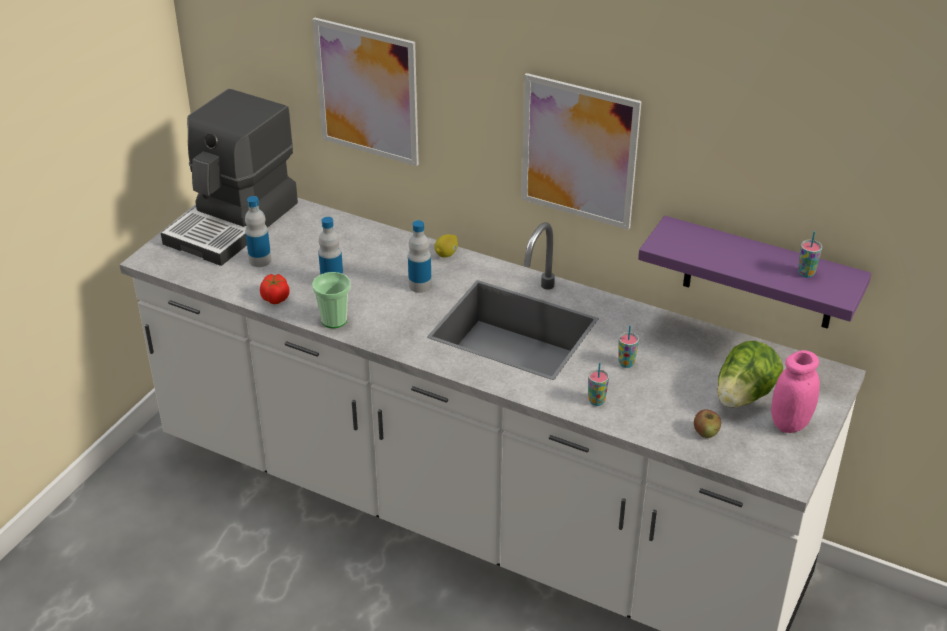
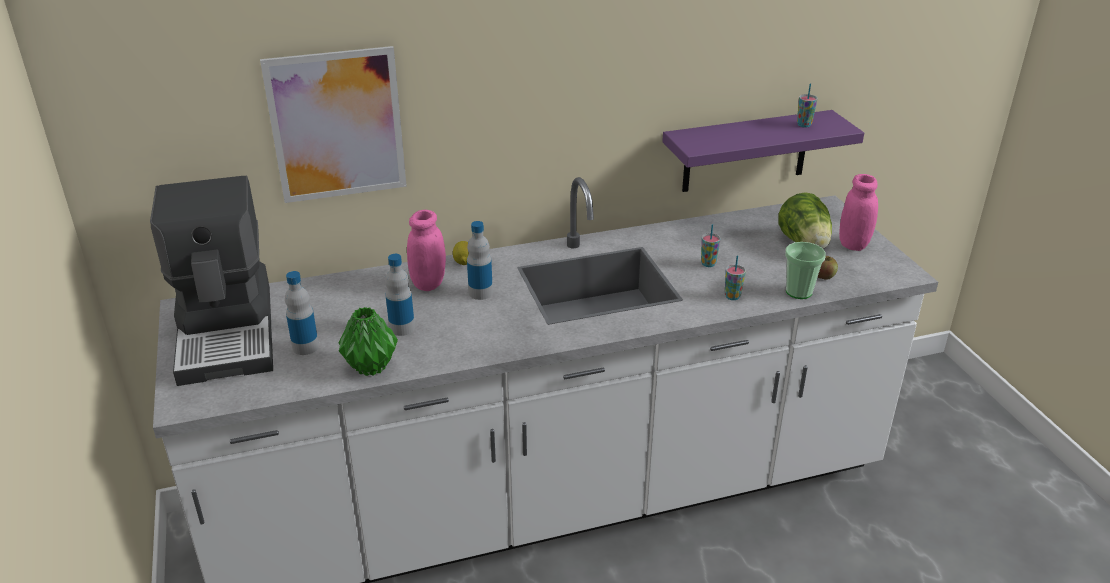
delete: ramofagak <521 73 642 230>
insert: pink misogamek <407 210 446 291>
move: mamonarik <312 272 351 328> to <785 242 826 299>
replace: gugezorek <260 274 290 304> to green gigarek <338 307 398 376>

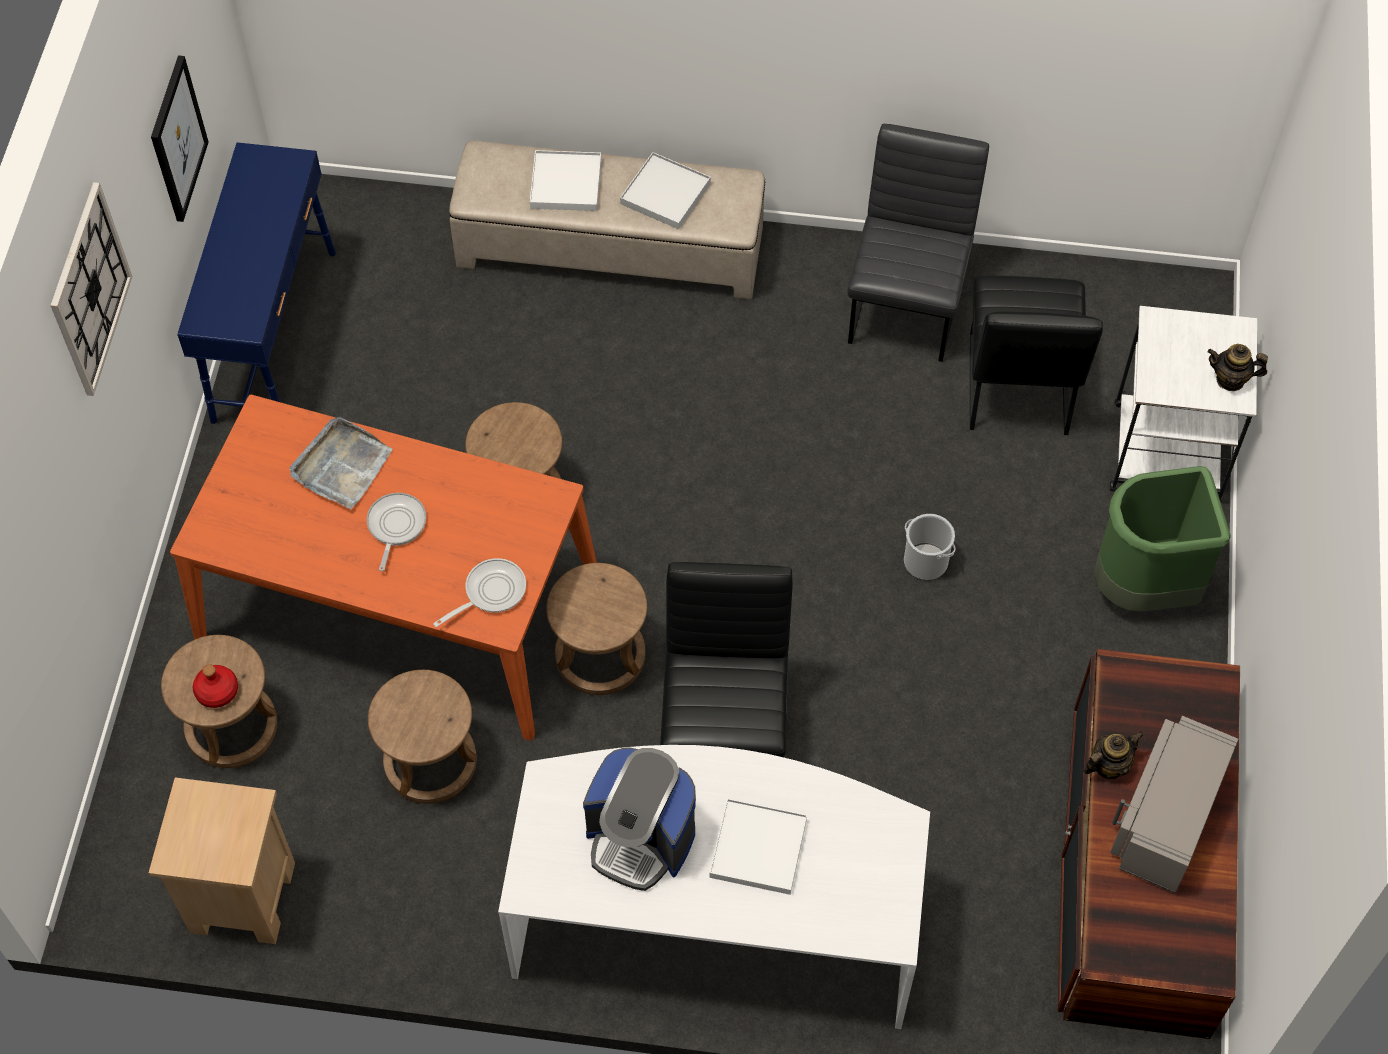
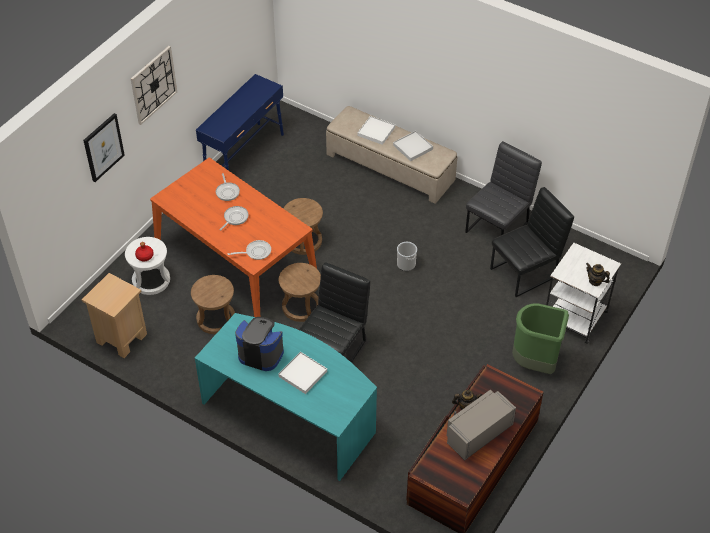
move: ramofagak <151 55 209 222> to <83 113 125 182>; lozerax <904 514 955 580> to <397 242 417 271>
replace: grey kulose <290 417 392 509> to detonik <216 173 240 201>
recolor: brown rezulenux <161 635 277 768> to white rezulenux <125 237 170 295>; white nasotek <498 745 930 1029> to turquoise nasotek <195 313 377 481>
rotate: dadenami <583 747 696 891> = <235 317 284 371> 150 degrees clockwise; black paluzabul <970 275 1103 435> = <490 187 574 297> 150 degrees counterclockwise

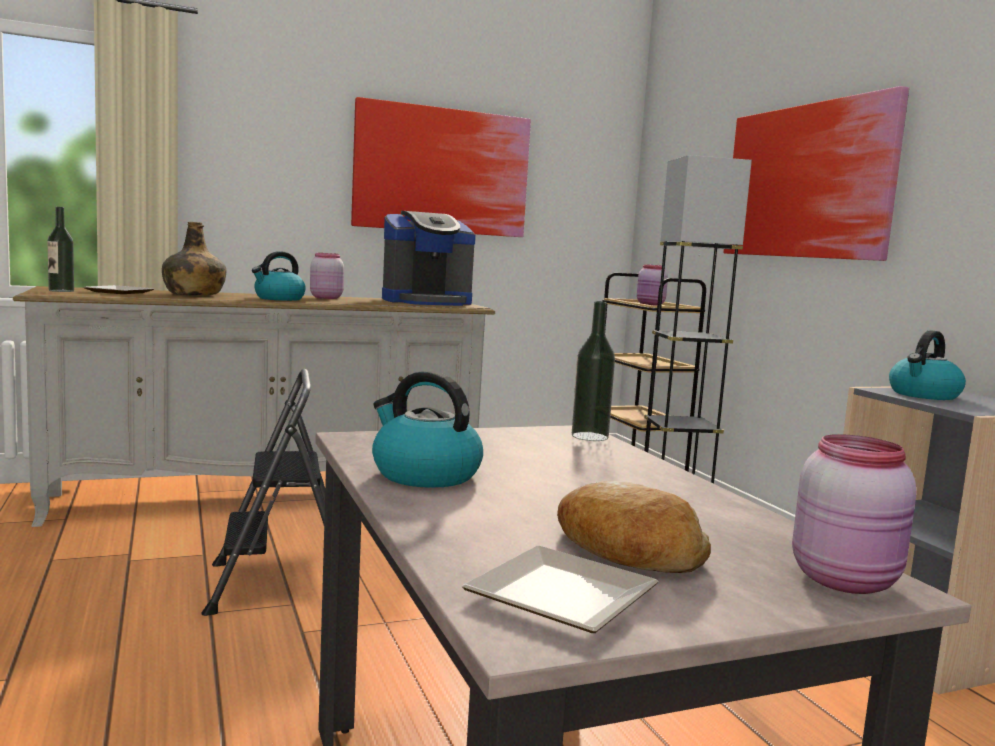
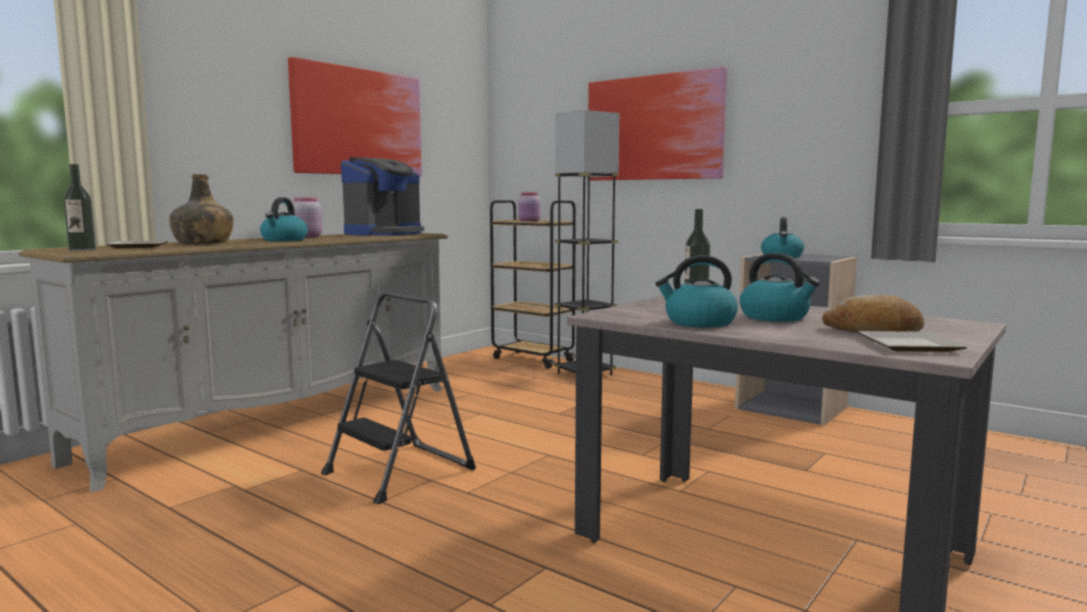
delete: pink misogamek <792 434 916 594>
insert: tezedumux <739 253 820 322>

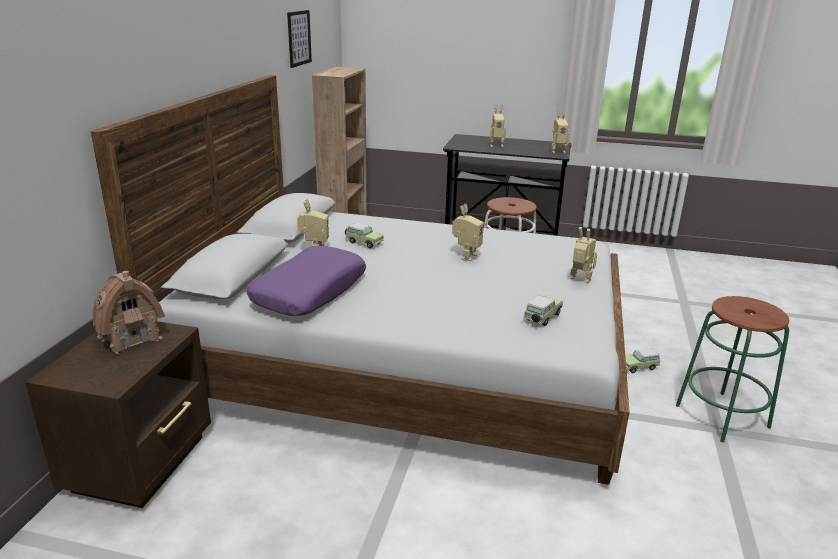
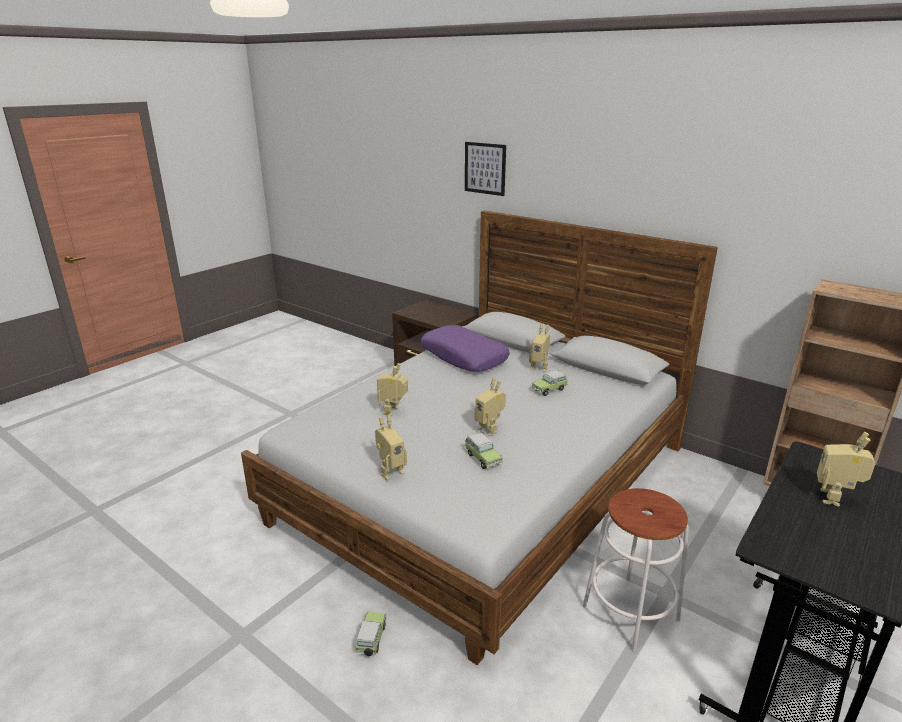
delete: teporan <93 271 165 354>; green rezulenux <676 296 789 442>
move: ramofagak <287 10 312 68> to <465 142 506 196>; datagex <523 295 563 326> to <465 433 502 469>; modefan <551 110 570 153> to <377 363 408 416>

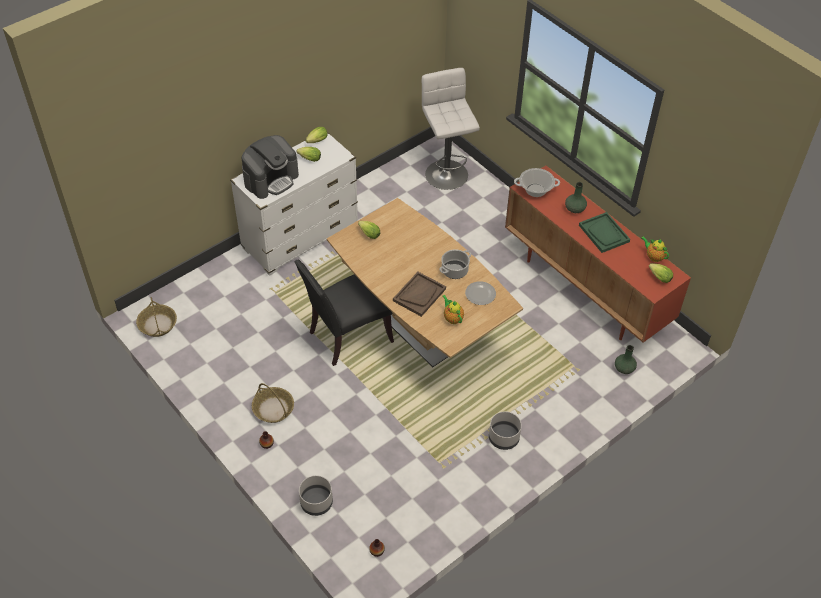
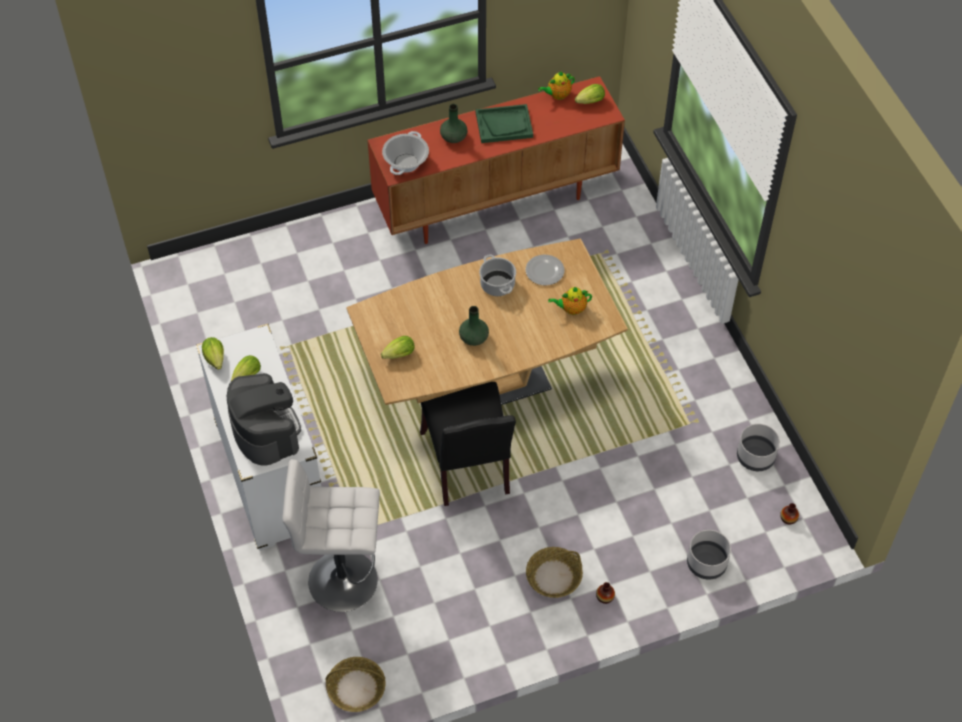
delete: brown kulose <393 272 446 317>
move: white rezulenux <422 68 480 190> to <282 459 380 612>; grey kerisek <489 411 522 450> to <737 424 780 471>; green gigarek <615 345 637 374> to <459 306 489 346>

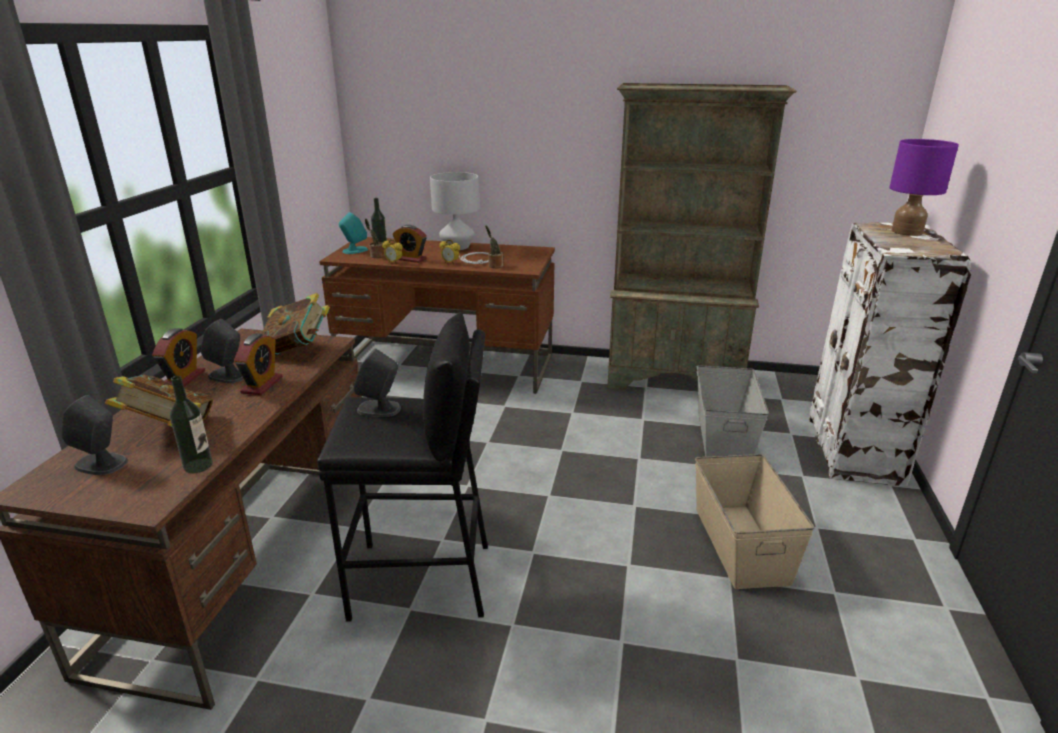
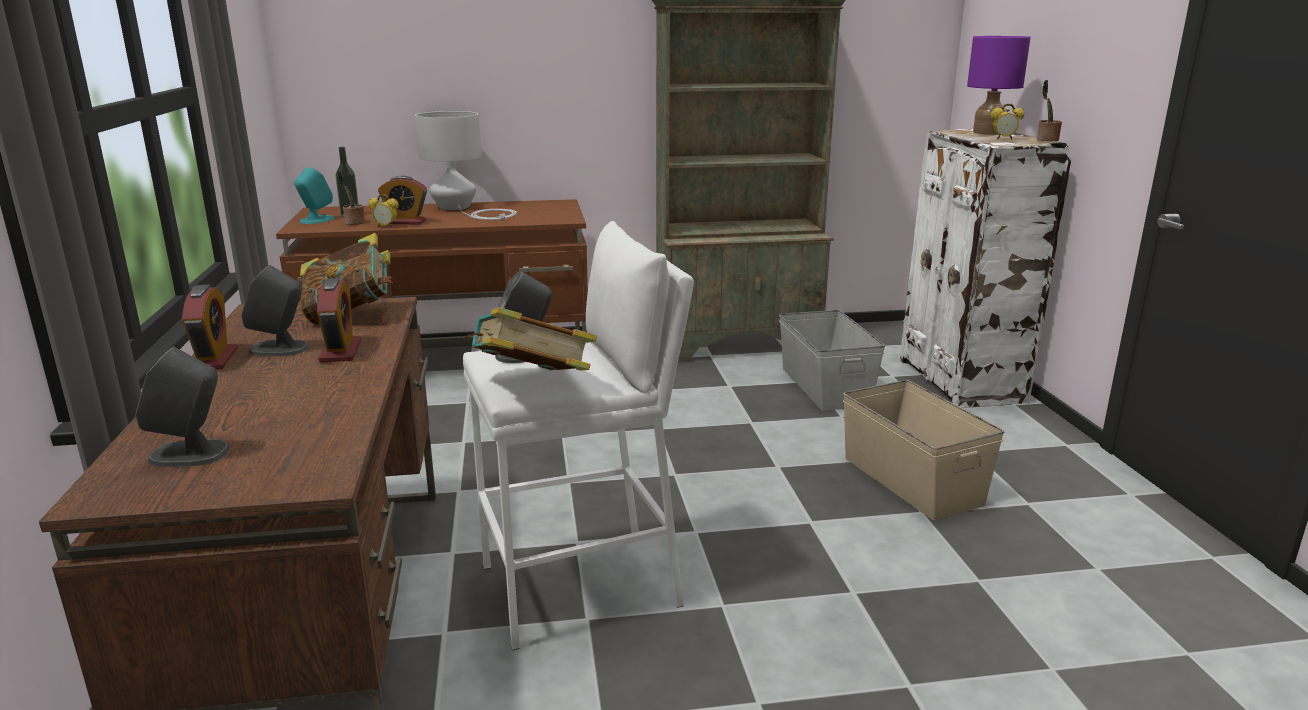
delete: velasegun <170 376 213 473>
move: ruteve <105 375 213 427> to <464 307 597 371>; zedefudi <439 239 460 264> to <990 104 1024 139>; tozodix <485 225 503 268> to <1037 80 1062 141>
recolor: black rezulenux <317 312 488 622> to white rezulenux <463 221 694 650>

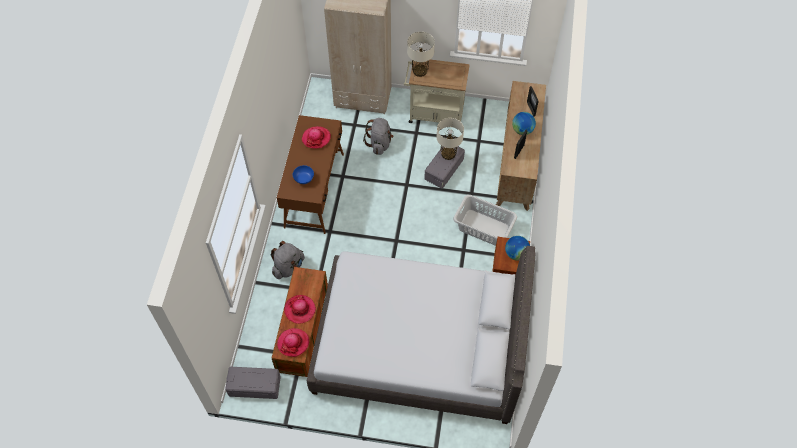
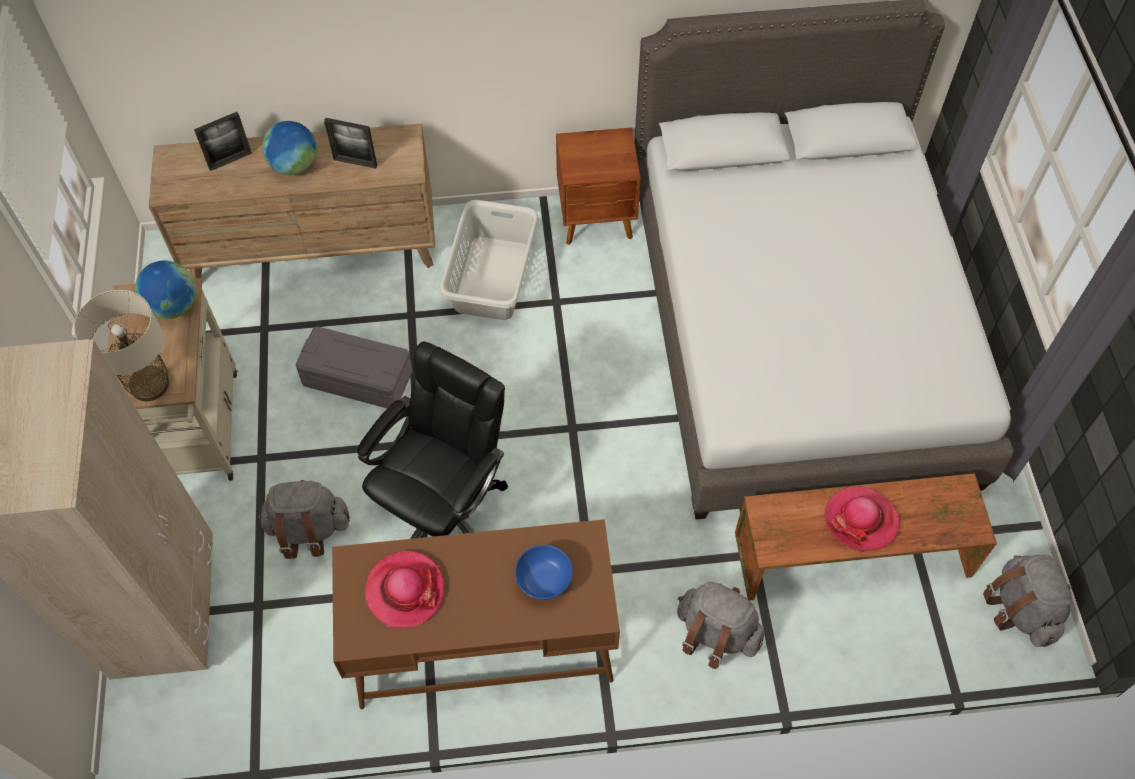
delete: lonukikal <277 328 309 357>; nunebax <437 118 464 160>
insert: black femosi <357 341 508 539>
move: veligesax <505 236 530 261> to <135 260 196 319>
replace: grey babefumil <225 367 281 399> to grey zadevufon <983 555 1072 647>

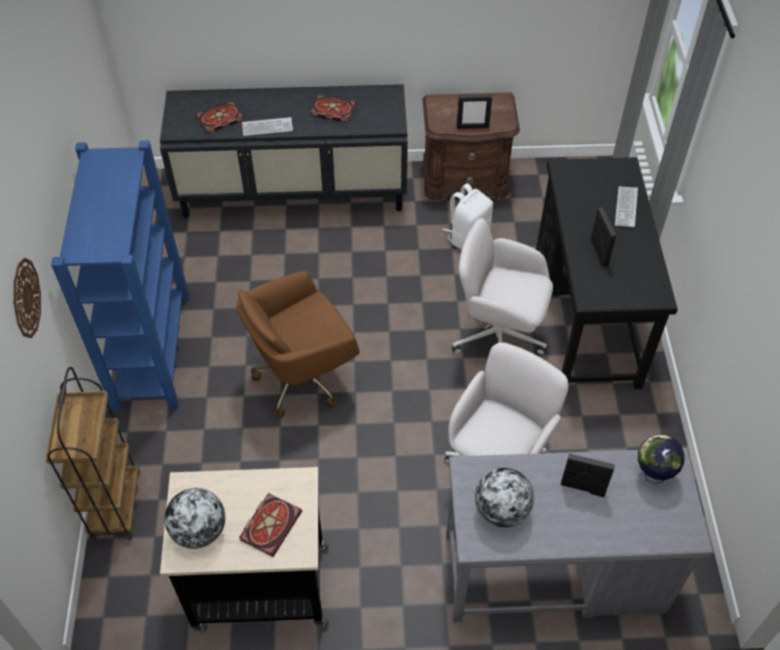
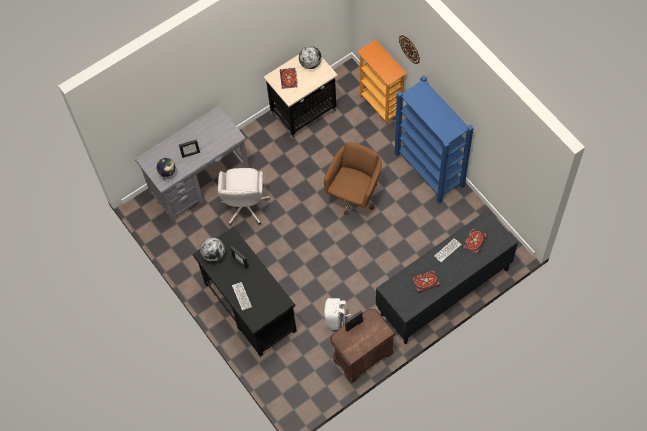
delete: white femosi <452 218 553 354>
move: veligesax <475 468 534 527> to <200 237 225 262>
replace: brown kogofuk <45 367 140 541> to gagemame <357 40 407 125>

